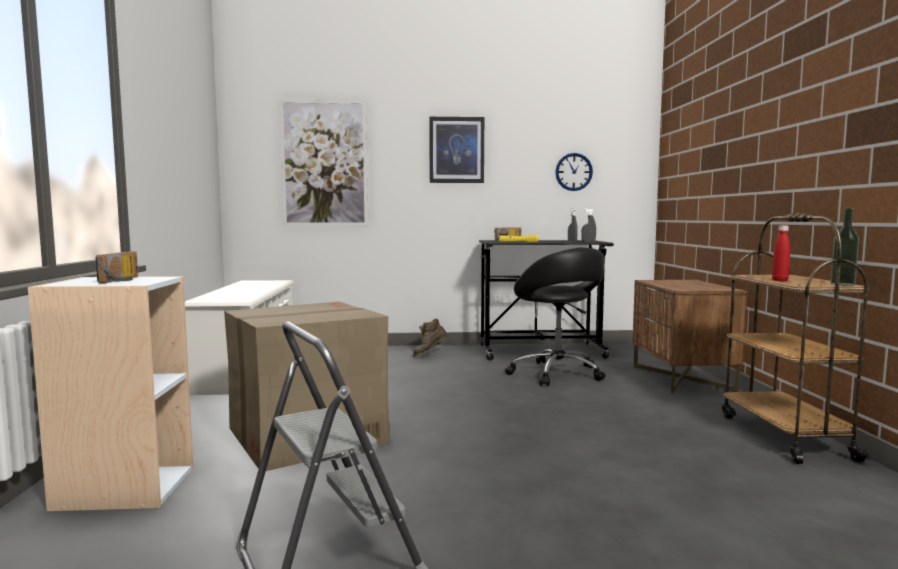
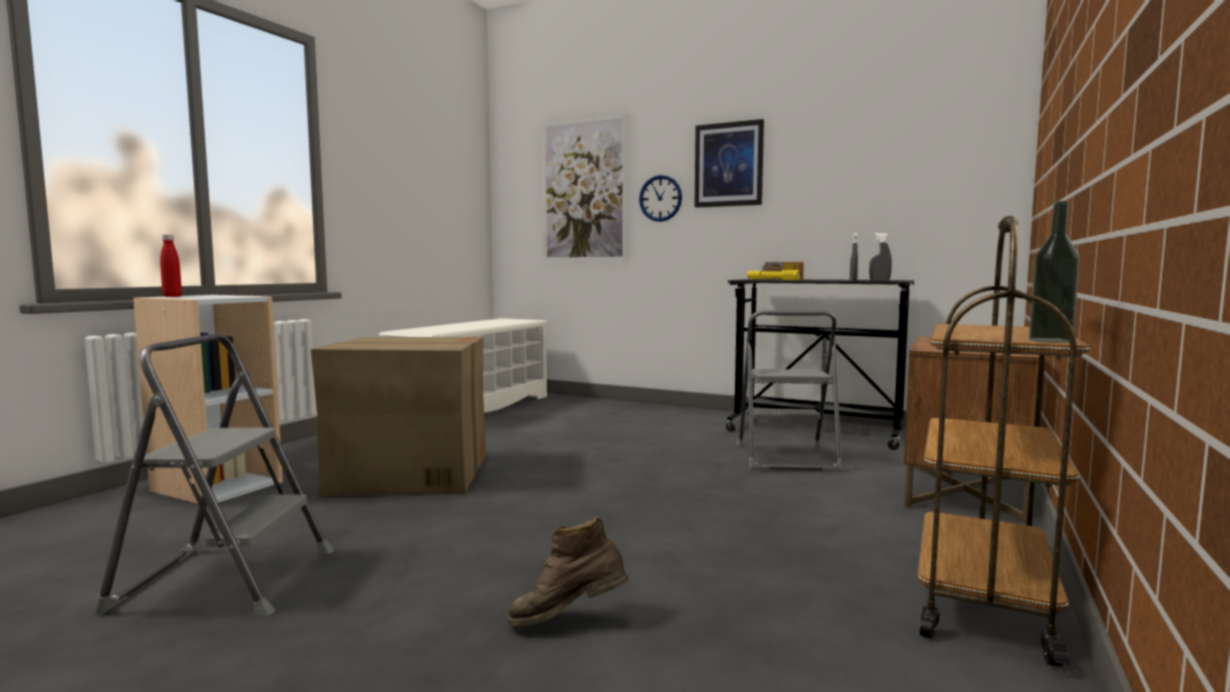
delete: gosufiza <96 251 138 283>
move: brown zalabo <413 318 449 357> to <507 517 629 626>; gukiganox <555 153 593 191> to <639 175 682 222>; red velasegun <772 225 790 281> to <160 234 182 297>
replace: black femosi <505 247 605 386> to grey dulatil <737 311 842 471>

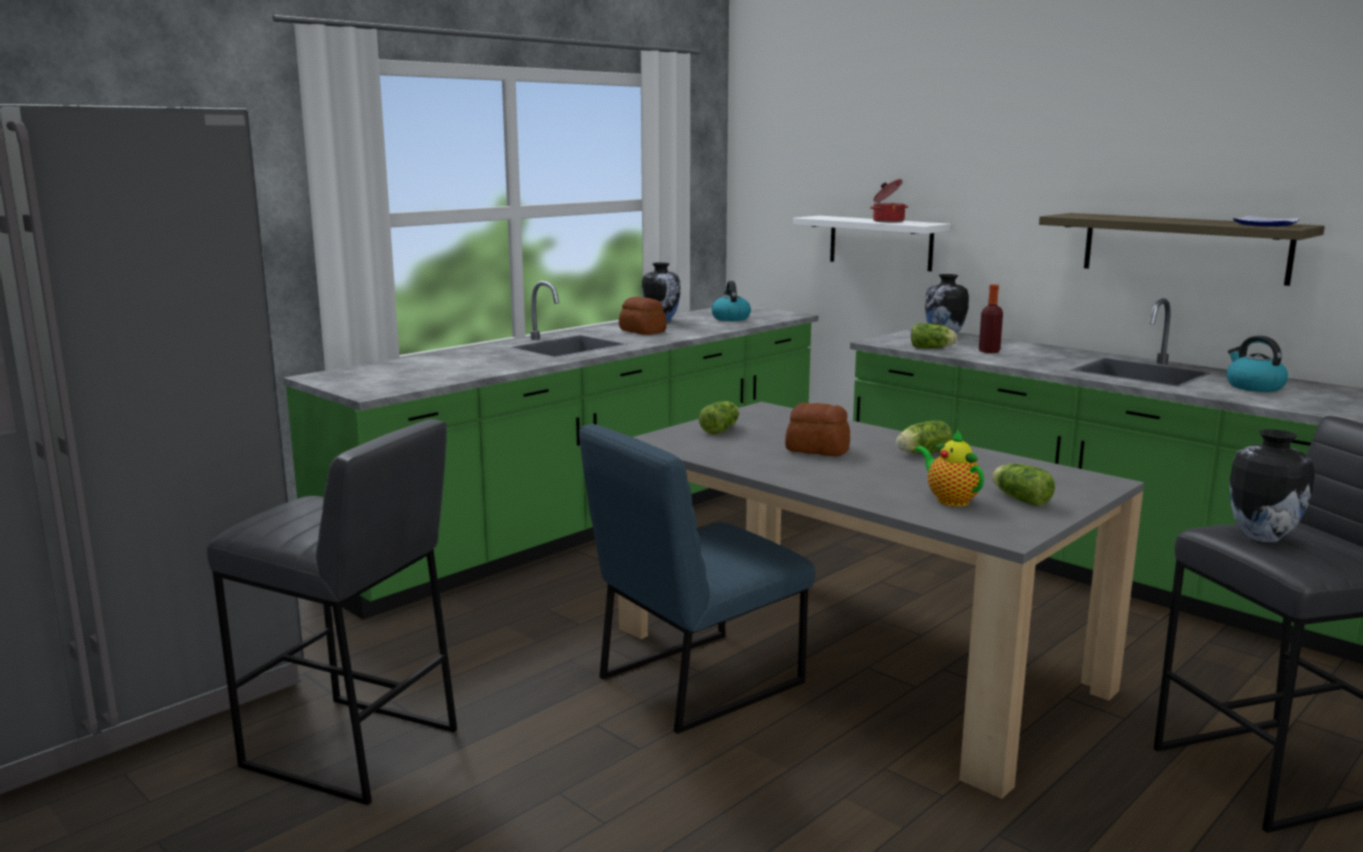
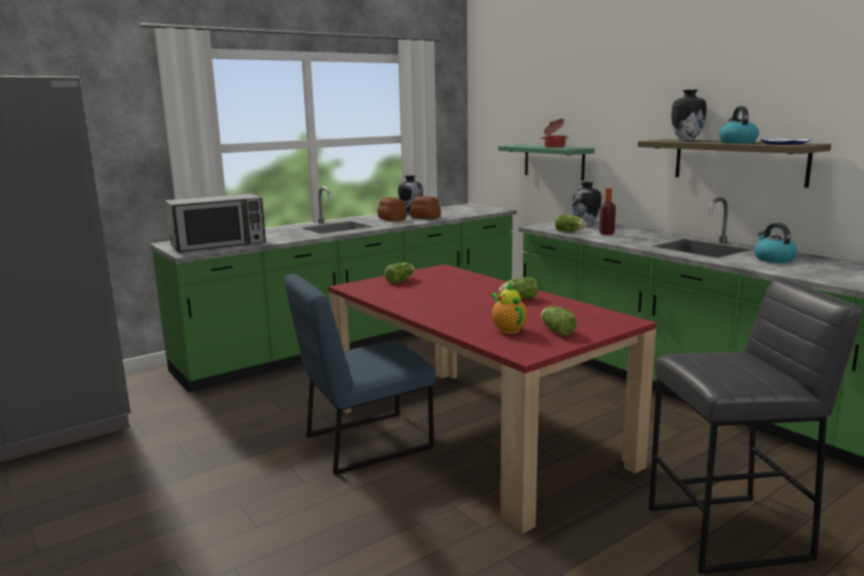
delete: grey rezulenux <207 419 457 805>
insert: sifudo <165 194 266 253>
move: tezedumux <711 281 751 321> to <719 106 759 143>; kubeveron <785 402 850 456> to <410 196 441 219>; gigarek <1229 429 1315 542> to <671 90 707 140>
recolor: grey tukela <618 402 1144 799> to red tukela <328 264 656 534>; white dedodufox <793 216 951 271> to green dedodufox <498 145 595 181>

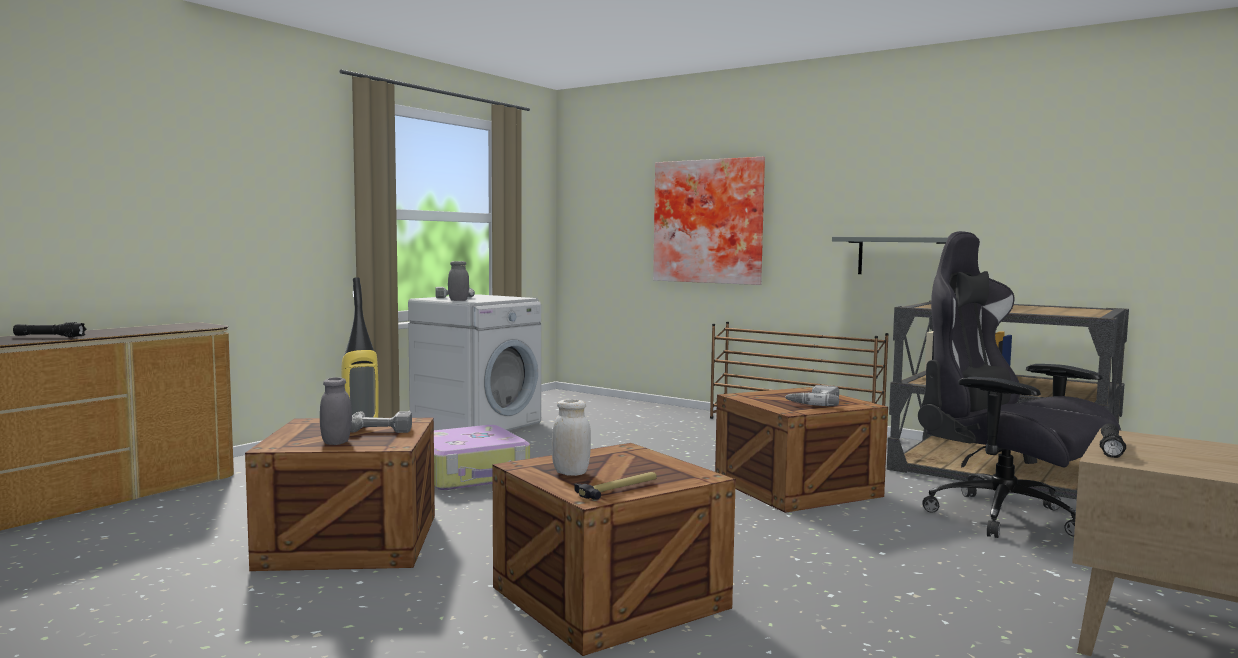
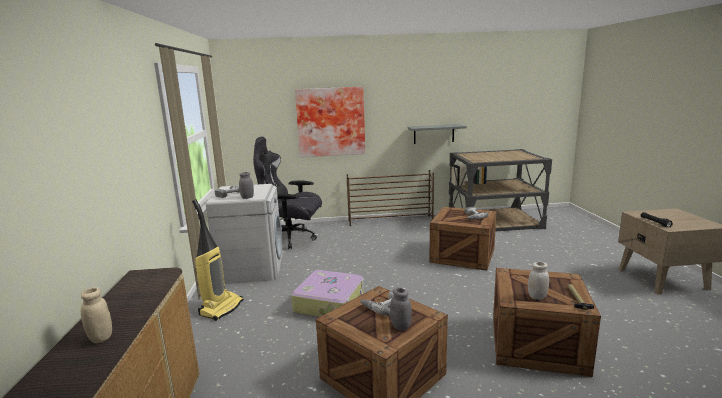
move: black femosi <918 231 1121 538> to <253 137 322 249>
replace: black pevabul <13 322 86 337> to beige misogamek <81 287 112 343>

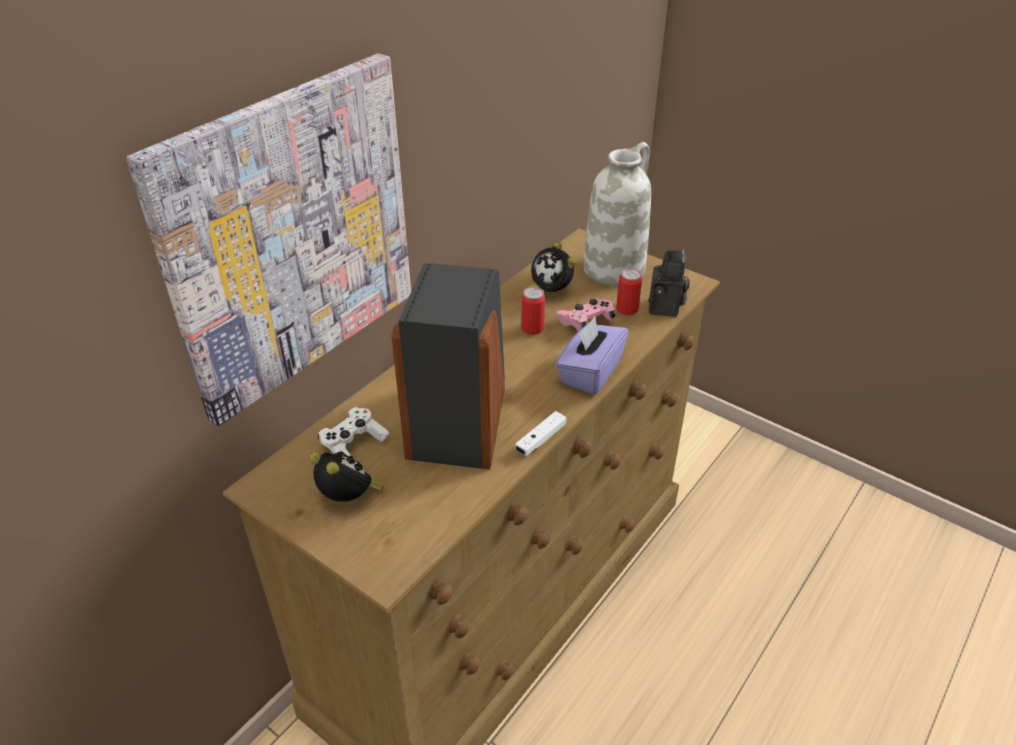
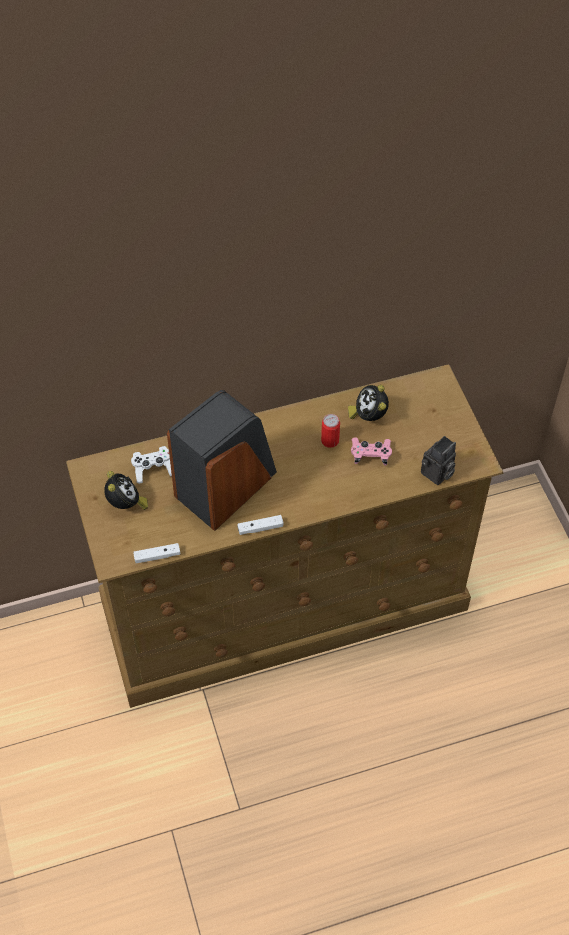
delete: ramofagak <126 53 411 426>; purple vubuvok <556 316 628 395>; white gigarek <583 142 651 286>; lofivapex <616 268 642 315>
insert: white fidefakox <133 543 180 563>

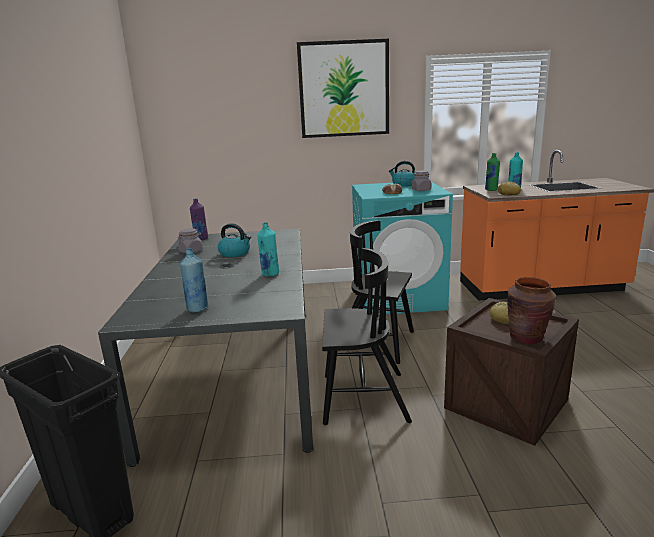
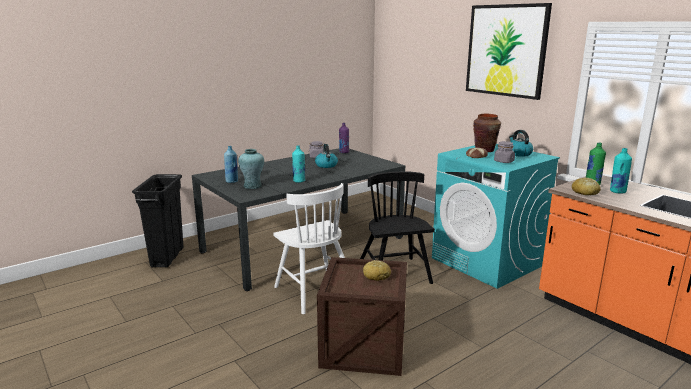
insert: turquoise gigarek <238 149 264 189>
move: brown gigarek <507 277 556 344> to <473 114 501 152>
recolor: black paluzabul <322 248 412 425> to white paluzabul <273 183 345 314>

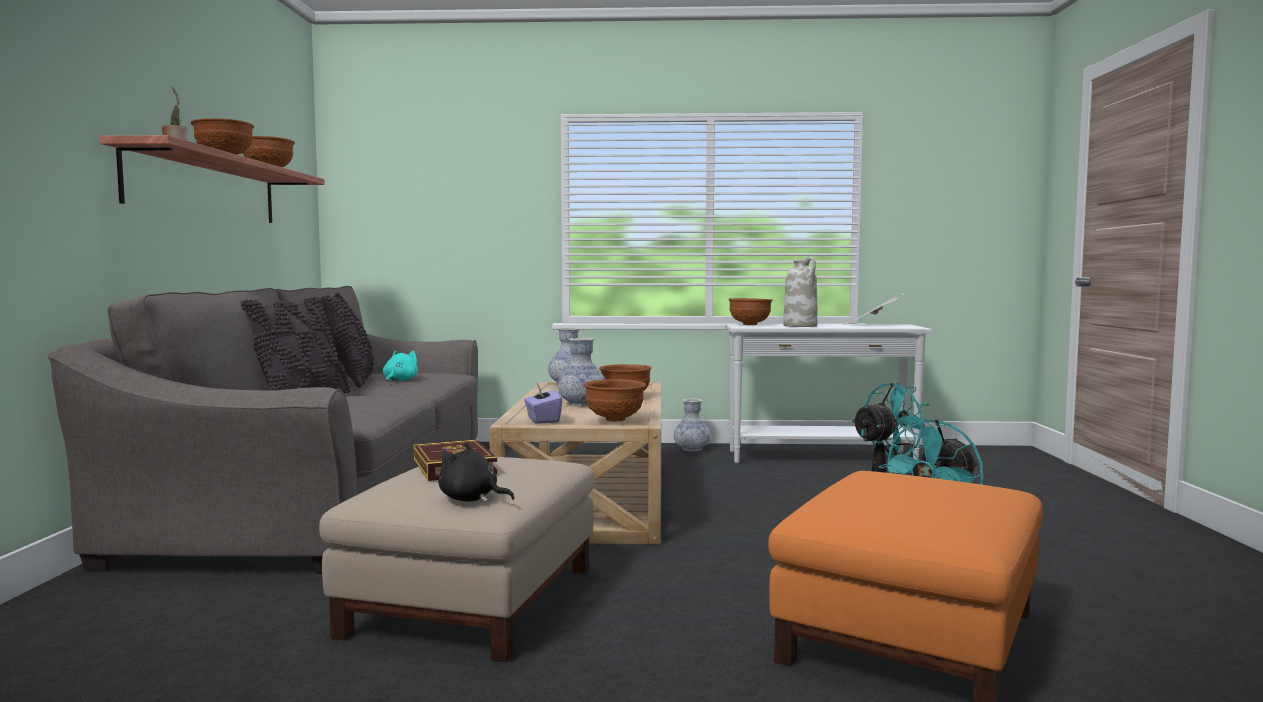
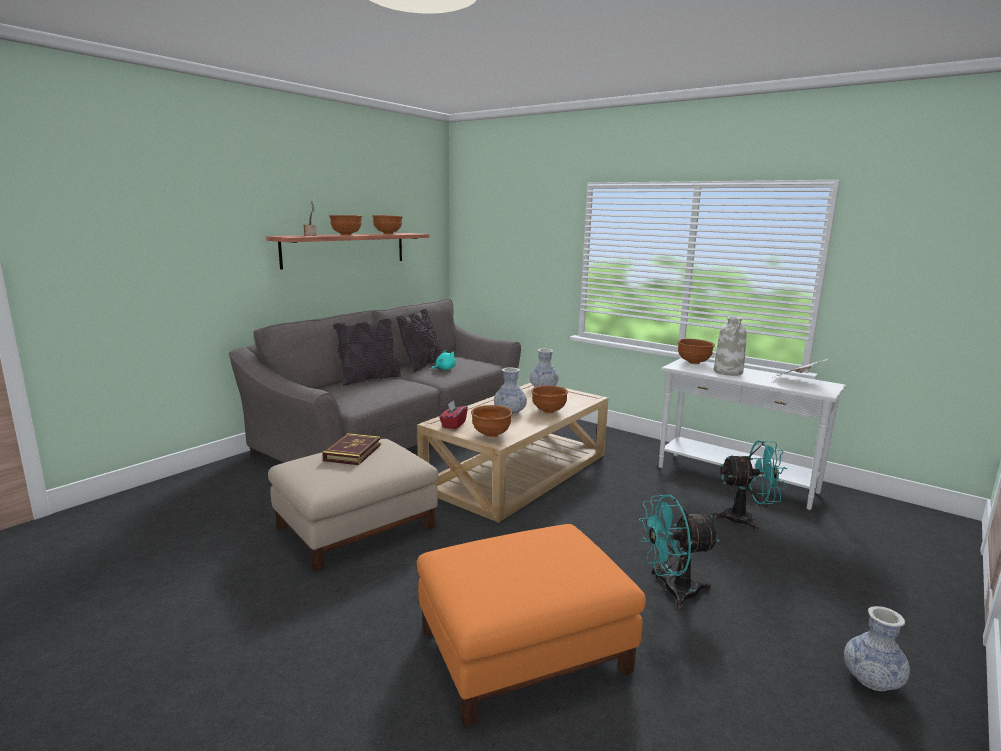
delete: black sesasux <438 443 515 502>
move: gigarek <674 398 711 451> to <844 606 910 691>
recolor: purple vubuvok <524 382 562 424> to red vubuvok <440 400 468 429>

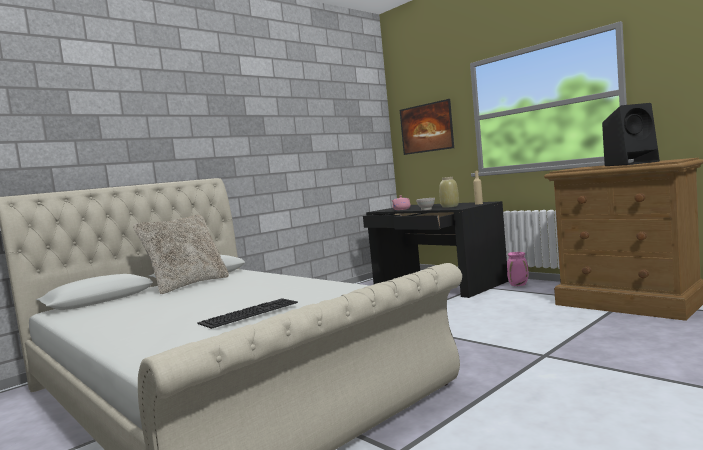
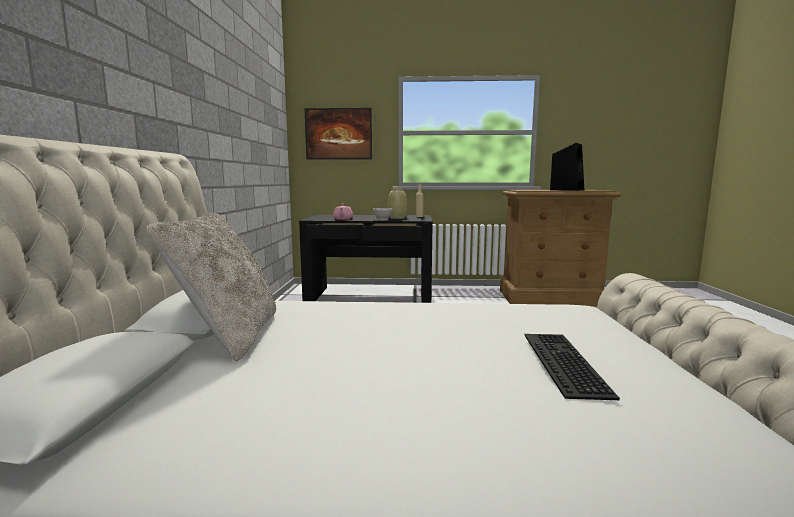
delete: pink gigarek <507 252 529 286>

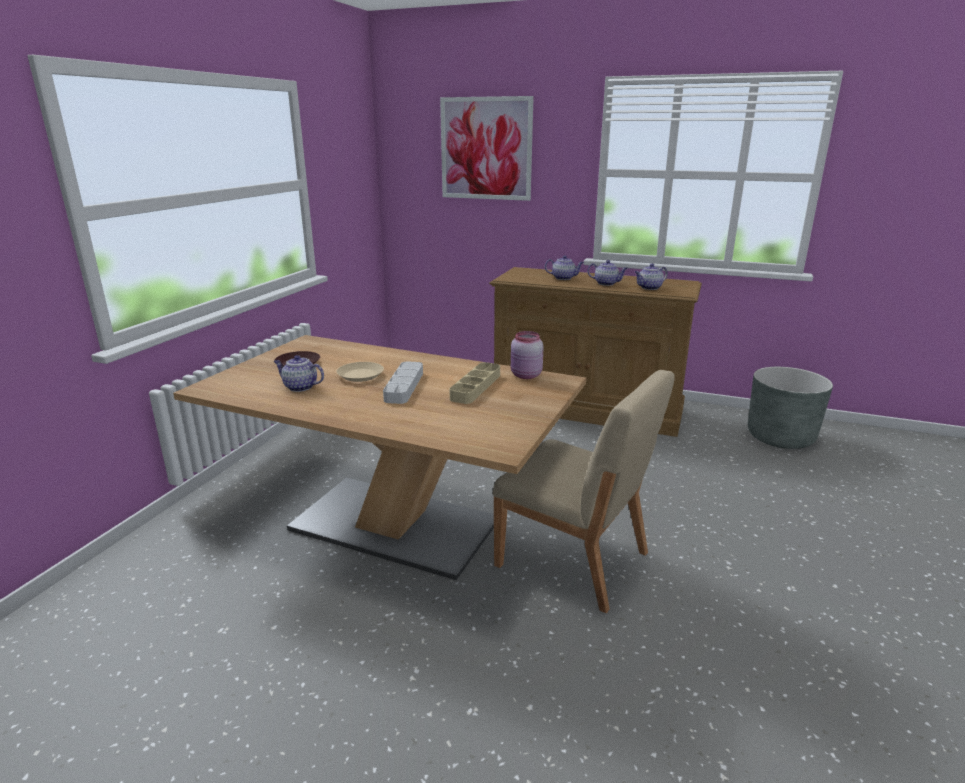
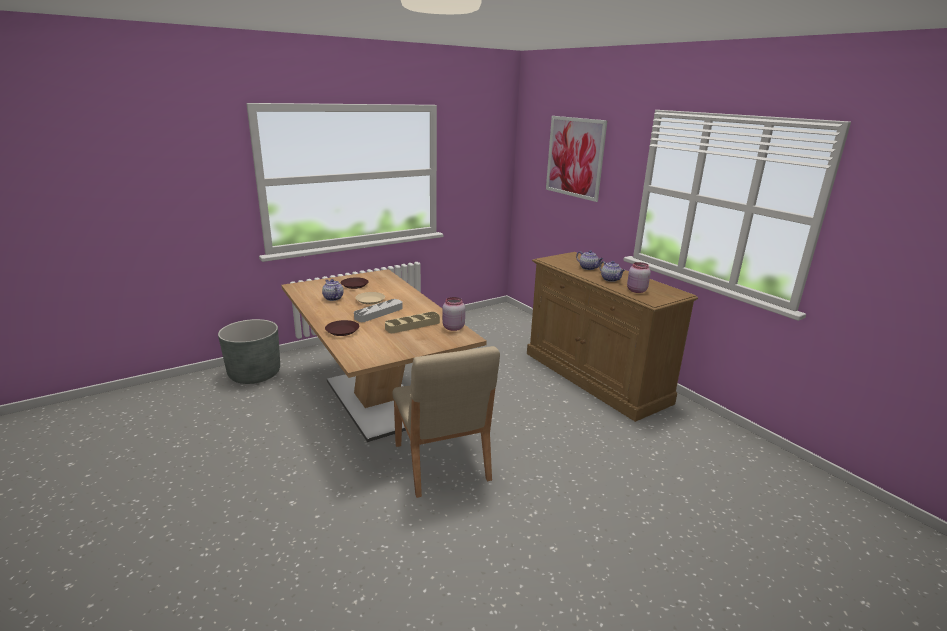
insert: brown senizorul <325 320 359 336>
move: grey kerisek <748 367 833 449> to <218 319 280 384>
replace: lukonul <635 264 668 290> to pink misogamek <627 262 651 293>

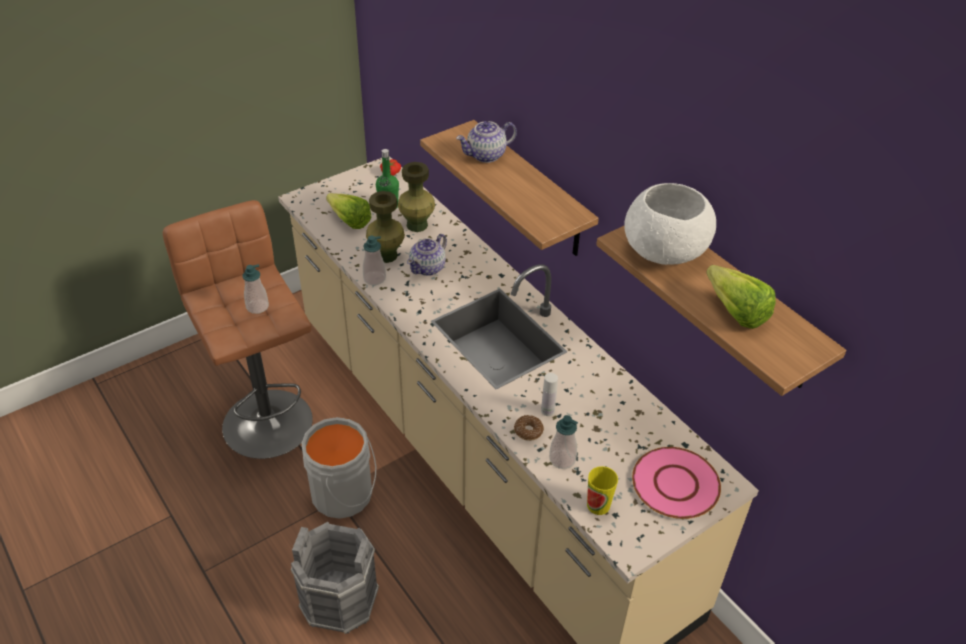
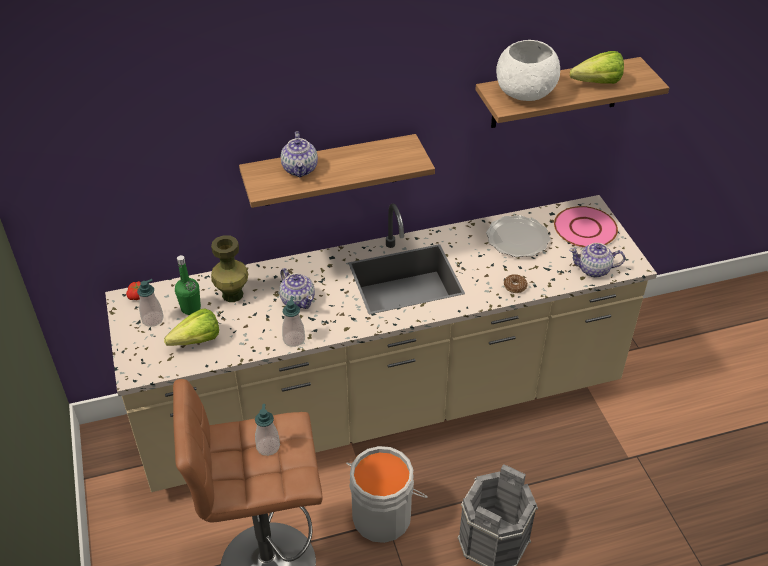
delete: green gigarek <366 191 405 263>; white velasegun <541 373 558 416>
insert: senizorul <486 215 550 257>
move: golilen <549 415 578 469> to <137 279 164 327>
replace: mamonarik <587 466 618 515> to lukonul <569 243 625 277>

